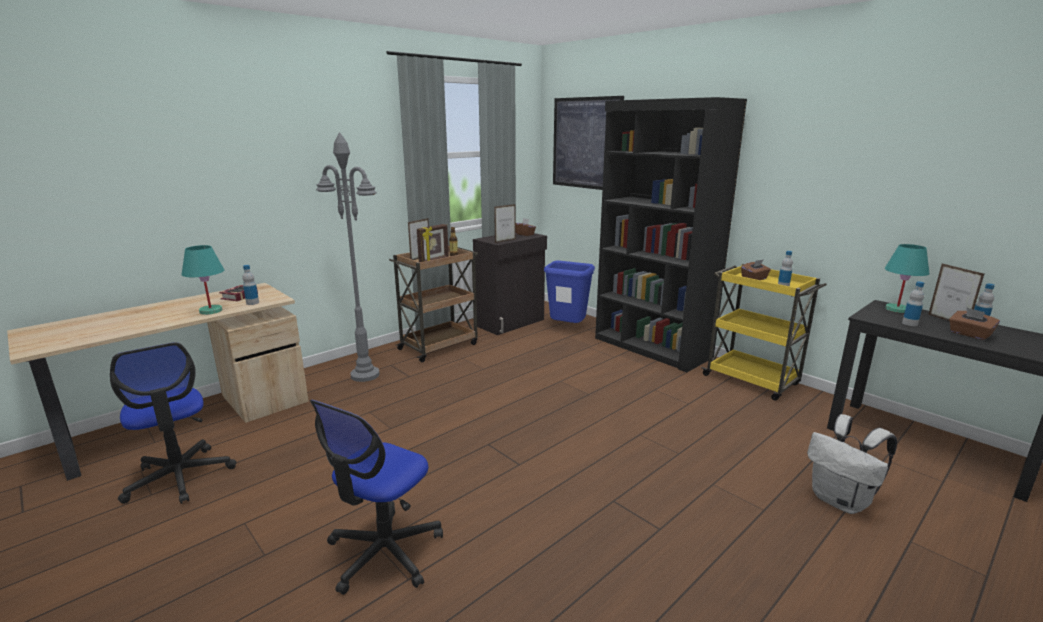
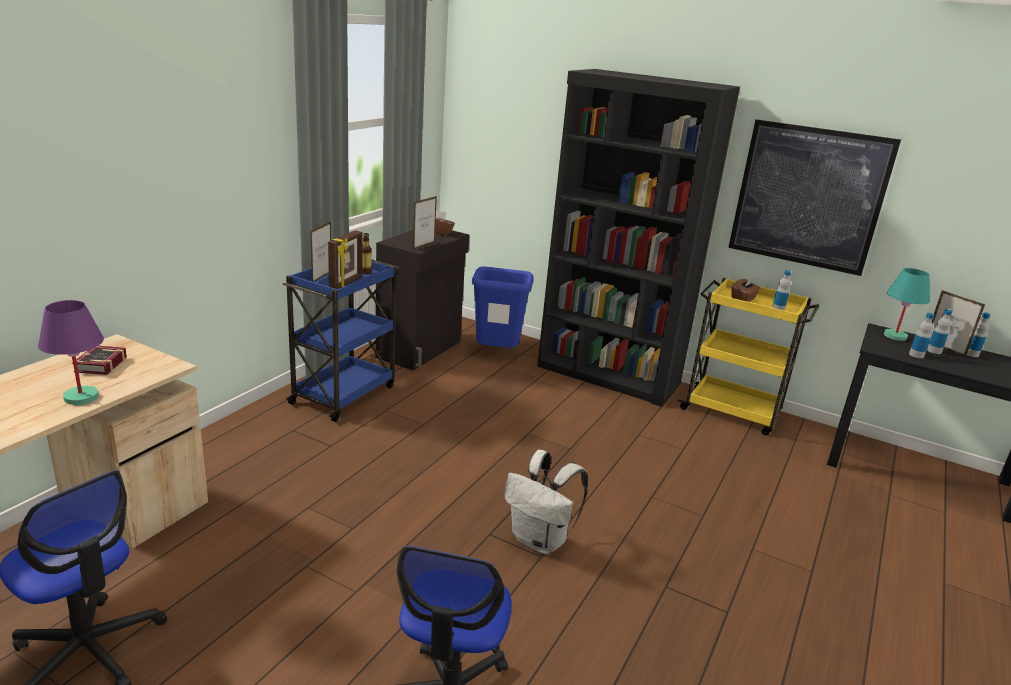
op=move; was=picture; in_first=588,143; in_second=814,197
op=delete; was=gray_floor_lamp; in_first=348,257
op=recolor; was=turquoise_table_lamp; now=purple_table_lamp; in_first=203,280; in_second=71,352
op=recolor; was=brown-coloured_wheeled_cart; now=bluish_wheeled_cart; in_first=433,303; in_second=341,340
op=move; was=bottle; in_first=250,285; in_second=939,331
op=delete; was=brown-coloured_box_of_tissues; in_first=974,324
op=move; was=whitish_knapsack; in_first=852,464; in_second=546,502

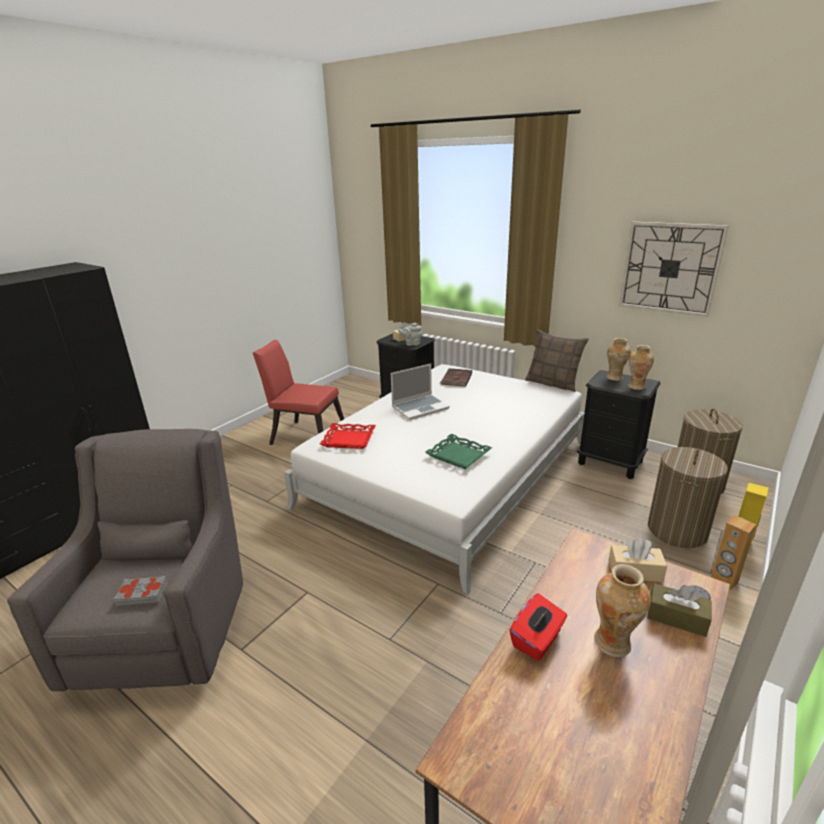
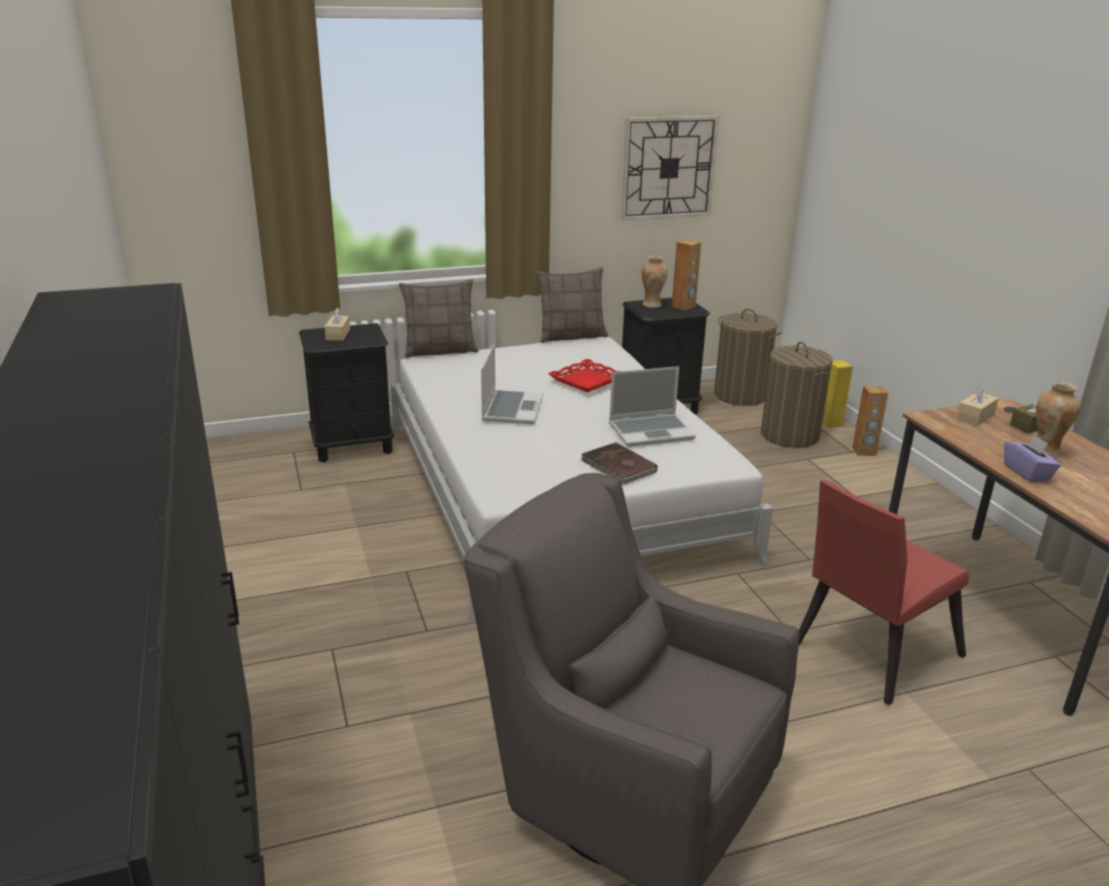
op=delete; was=gray_tea_pot; in_first=410,334
op=move; was=red_upright_chair; in_first=298,392; in_second=884,592
op=replace; was=decorative_vase; now=brown-coloured_loudspeaker; in_first=641,367; in_second=686,274
op=move; was=brown-coloured_volume; in_first=456,377; in_second=619,463
op=move; was=red_tray; in_first=348,436; in_second=584,375
op=replace; was=green_tray; now=notebook_computer; in_first=458,451; in_second=652,406
op=delete; was=gray_volume; in_first=141,591
op=recolor; was=red_box_of_tissues; now=purple_box_of_tissues; in_first=538,627; in_second=1032,459
op=insert; now=pillow; in_second=439,318

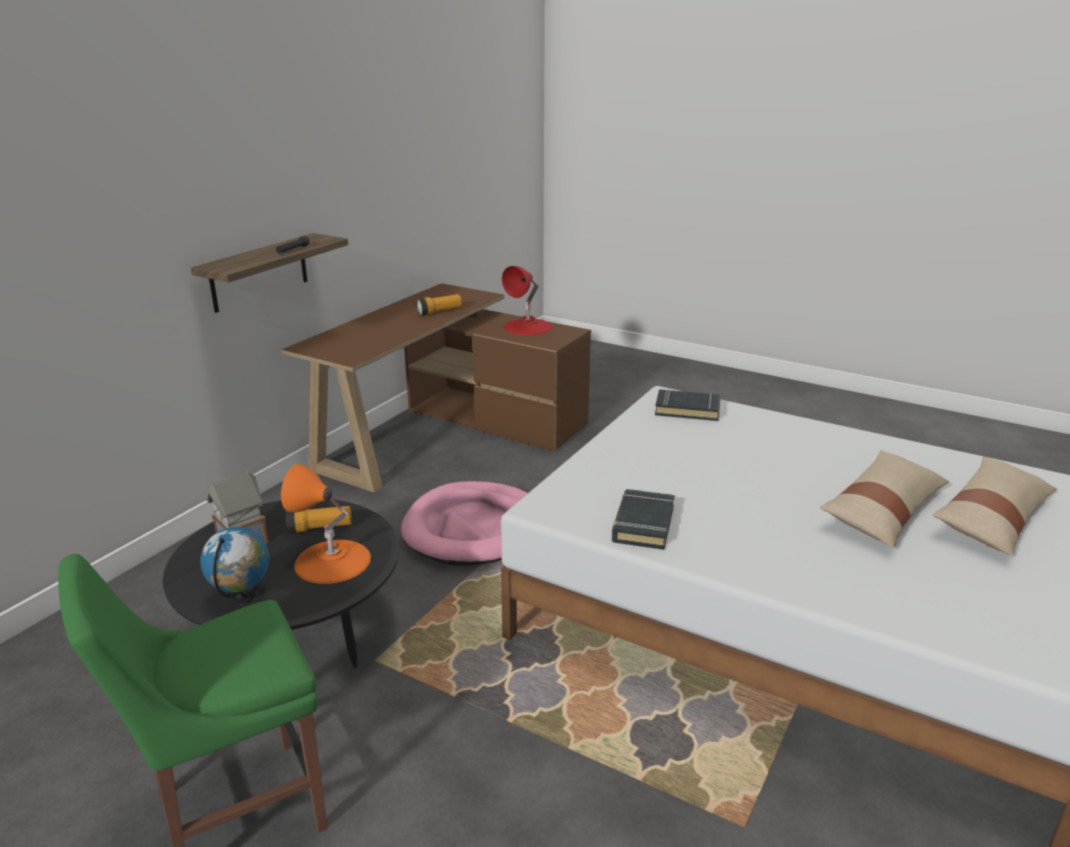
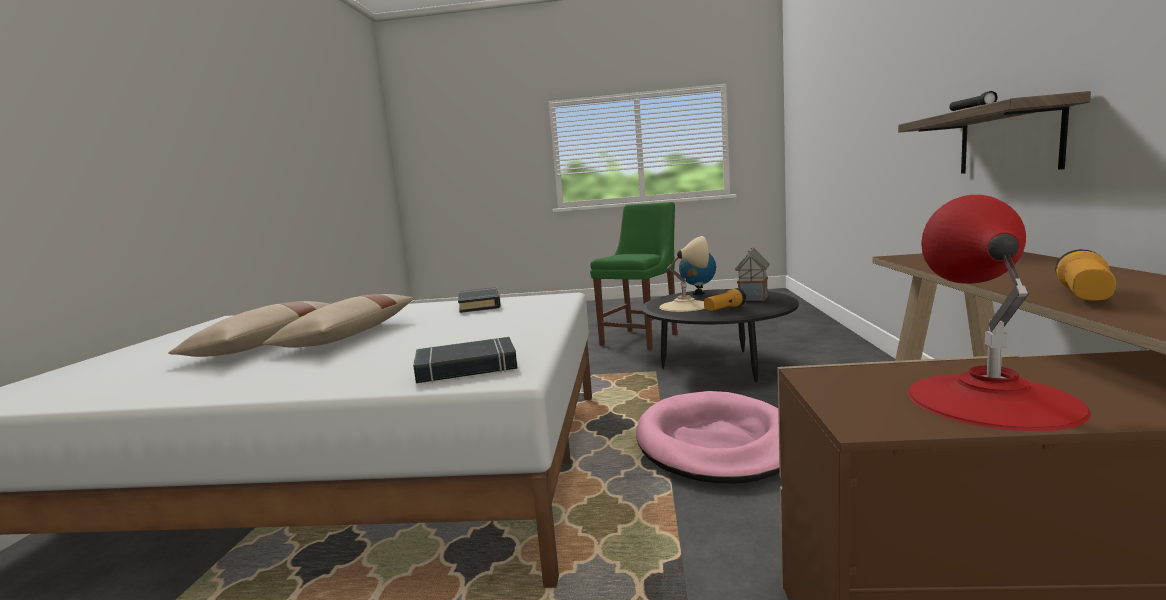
op=move; was=beige_pillow; in_first=994,506; in_second=338,321
op=recolor; was=orange_table_lamp; now=beige_table_lamp; in_first=326,524; in_second=684,274

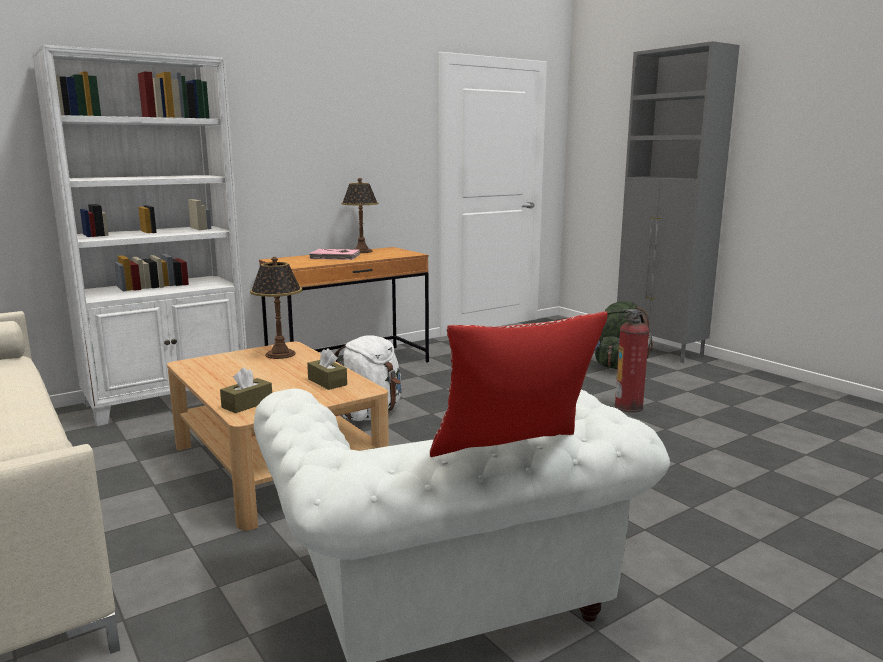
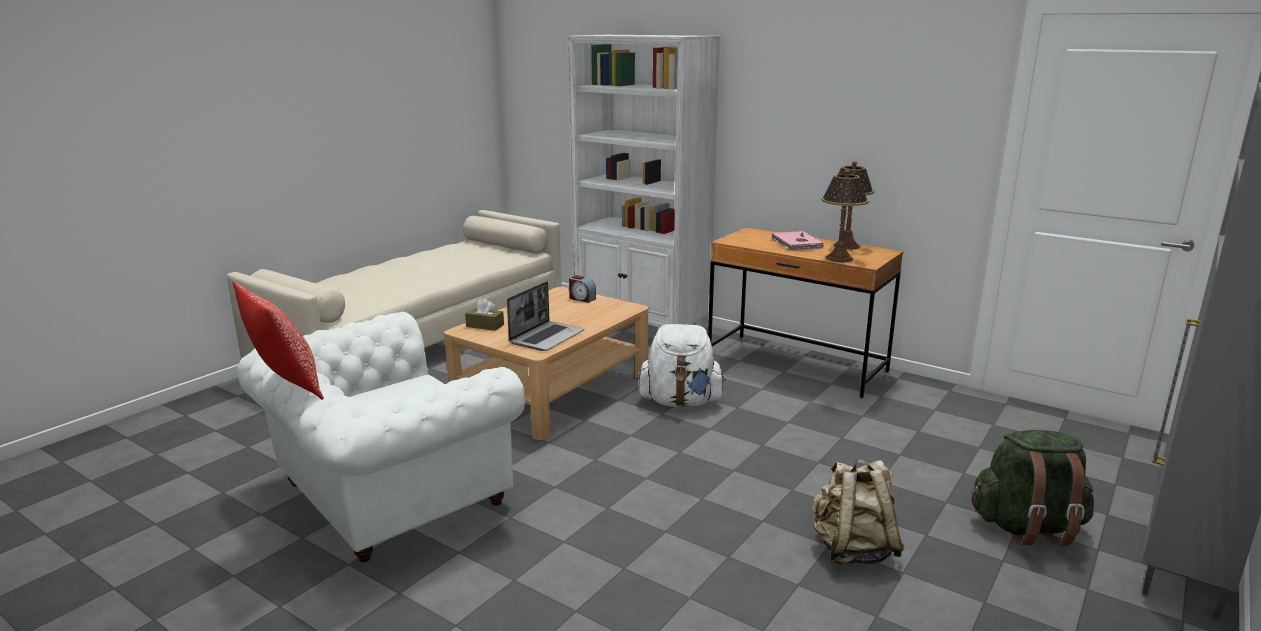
op=move; was=table_lamp; in_first=276,308; in_second=845,215
op=replace; was=fire_extinguisher; now=beige_knapsack; in_first=632,361; in_second=858,512
op=replace; was=brown-coloured_box_of_tissues; now=notebook_computer; in_first=327,369; in_second=546,316
op=insert; now=table_clock; in_second=582,289

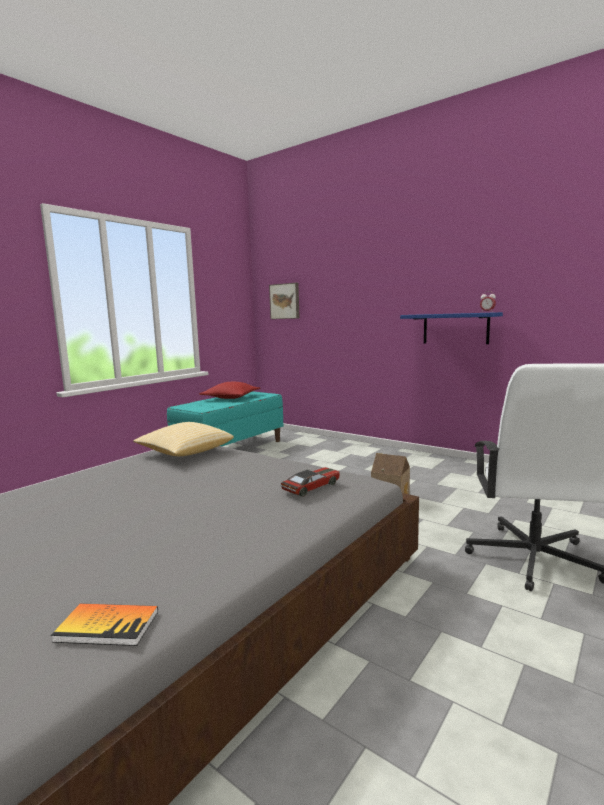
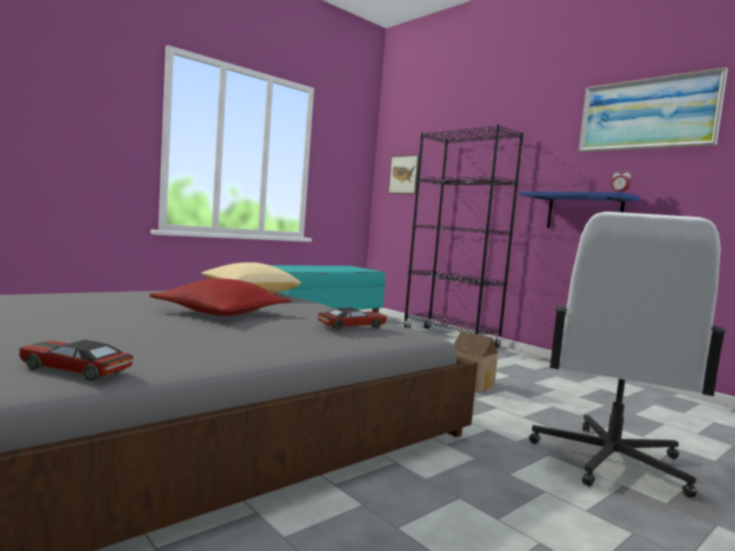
op=move; was=red_pillow; in_first=229,390; in_second=220,297
op=replace; was=volume; now=model_car; in_first=104,625; in_second=76,360
op=insert; now=picture; in_second=653,109
op=insert; now=black-coloured_bookcase; in_second=463,236

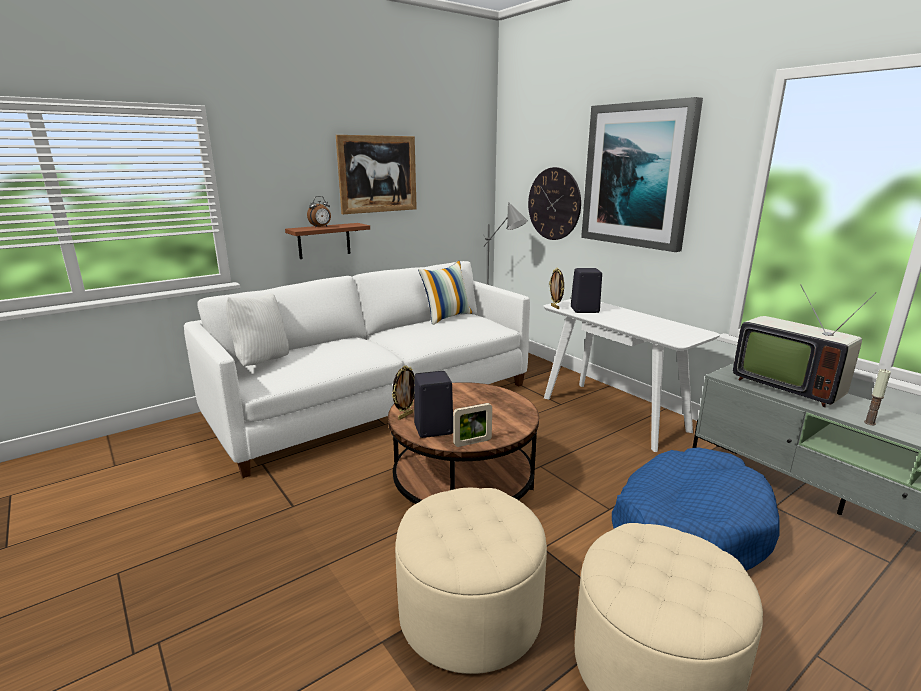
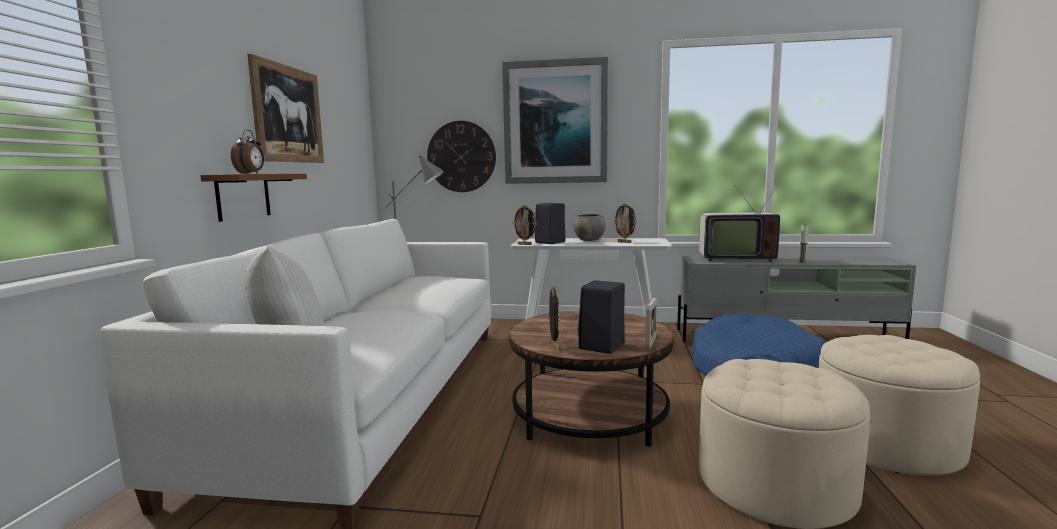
op=delete; was=pillow; in_first=445,293
op=insert; now=photo_frame; in_second=625,223
op=insert; now=gray_deep_dish; in_second=589,227

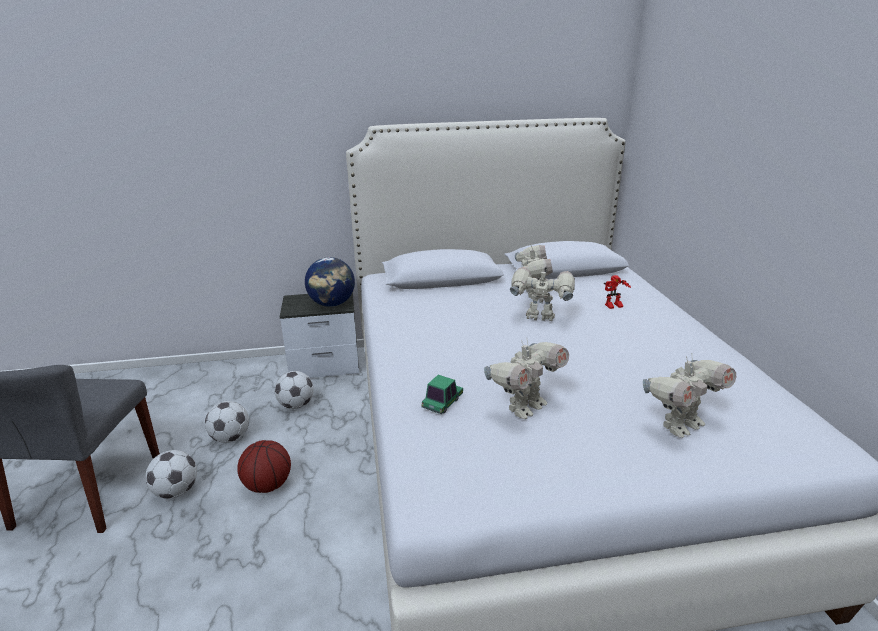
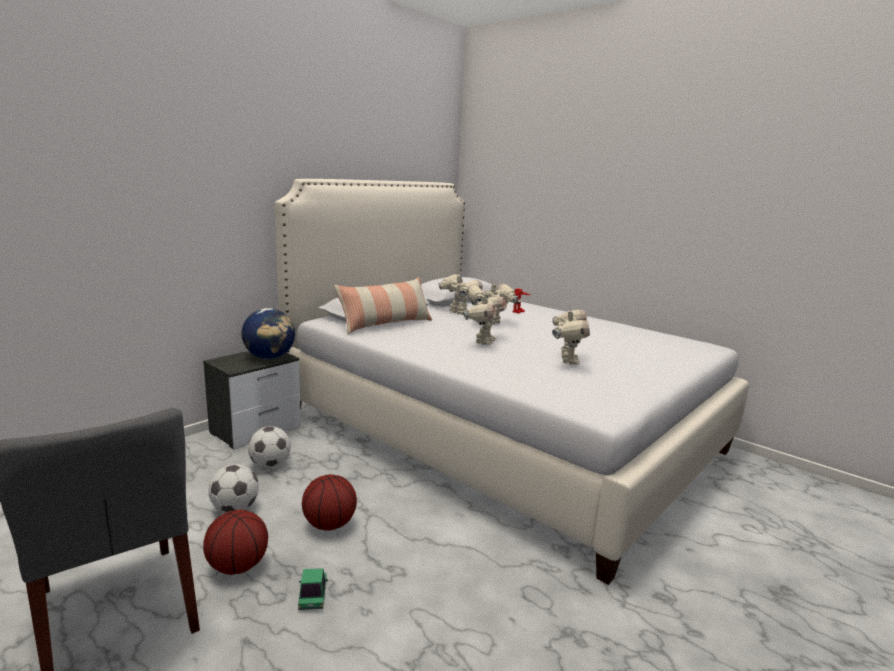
op=move; was=robot_figure; in_first=689,397; in_second=485,318
op=move; was=model_car; in_first=442,394; in_second=313,589
op=replace; was=football; now=basketball_ball; in_first=171,474; in_second=235,542
op=insert; now=pillow; in_second=383,305

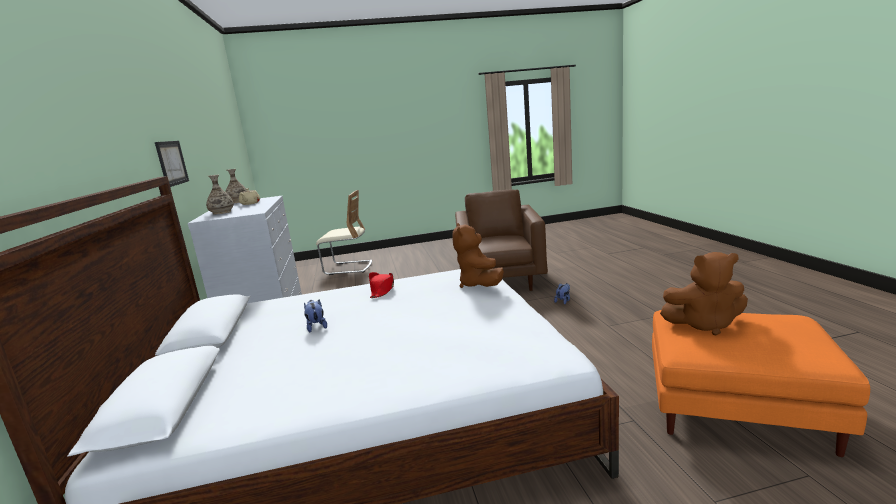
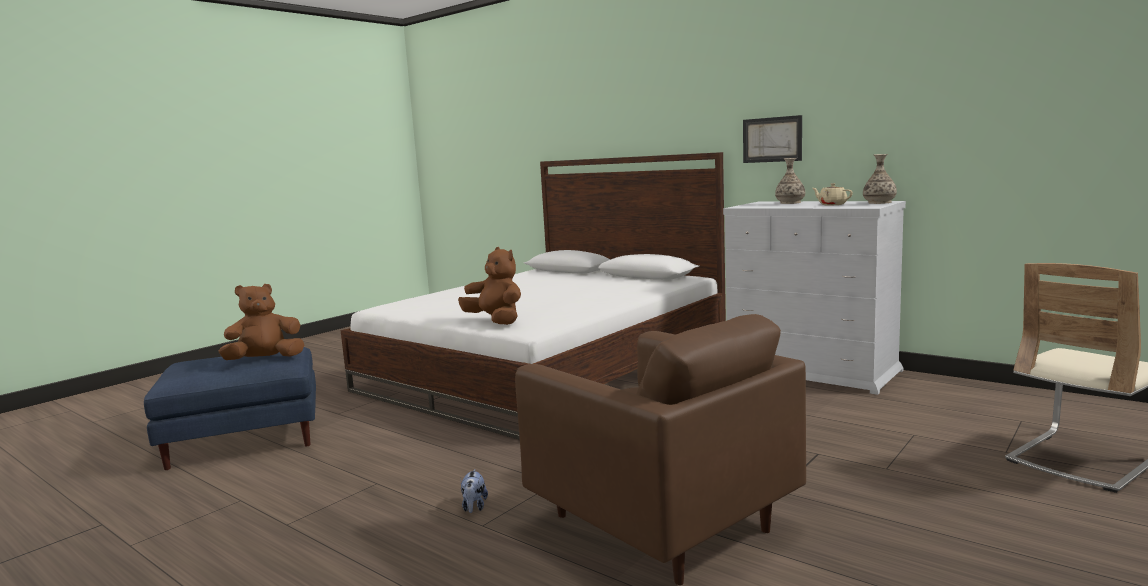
op=delete; was=red_hat; in_first=381,285
op=delete; was=soft_toy; in_first=315,316
op=recolor; was=orange_footrest; now=bluish_footrest; in_first=761,383; in_second=230,408

